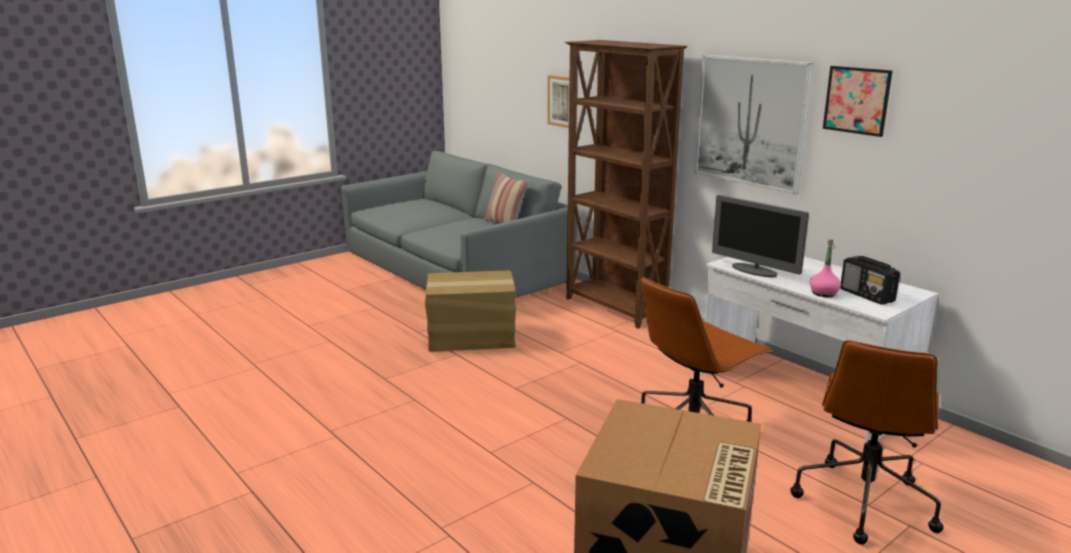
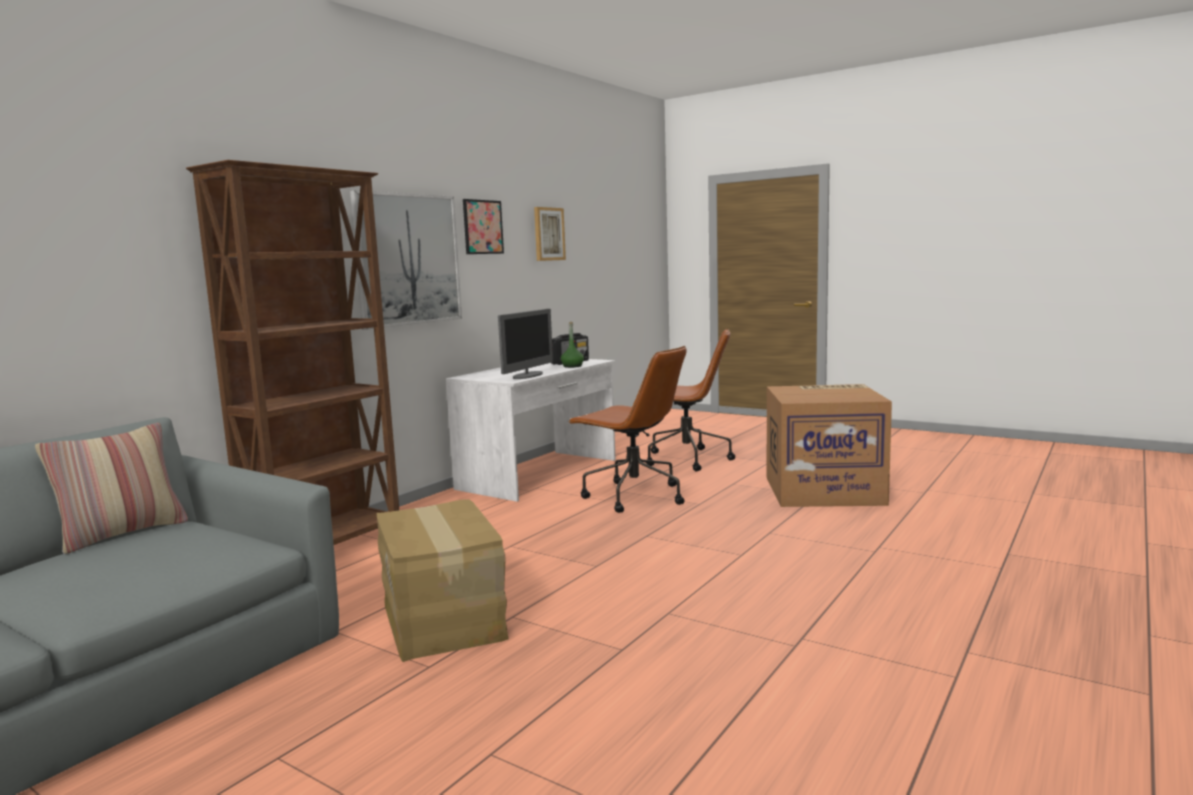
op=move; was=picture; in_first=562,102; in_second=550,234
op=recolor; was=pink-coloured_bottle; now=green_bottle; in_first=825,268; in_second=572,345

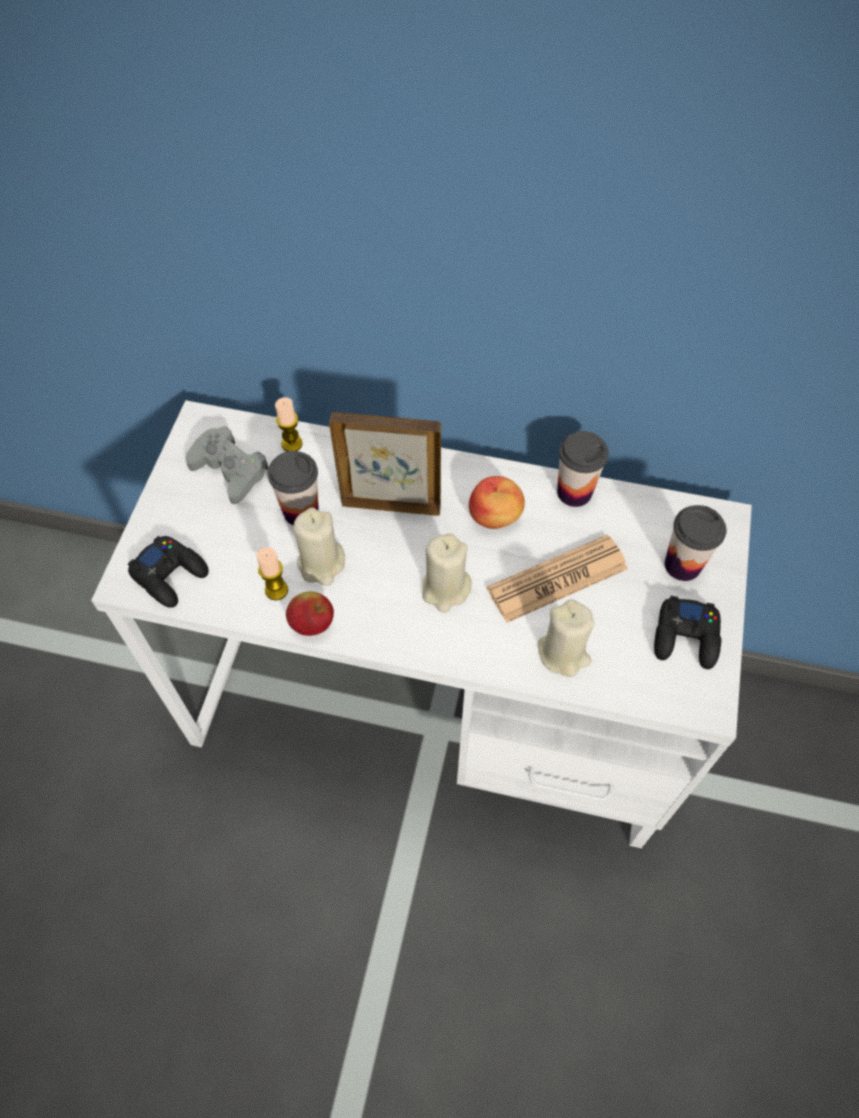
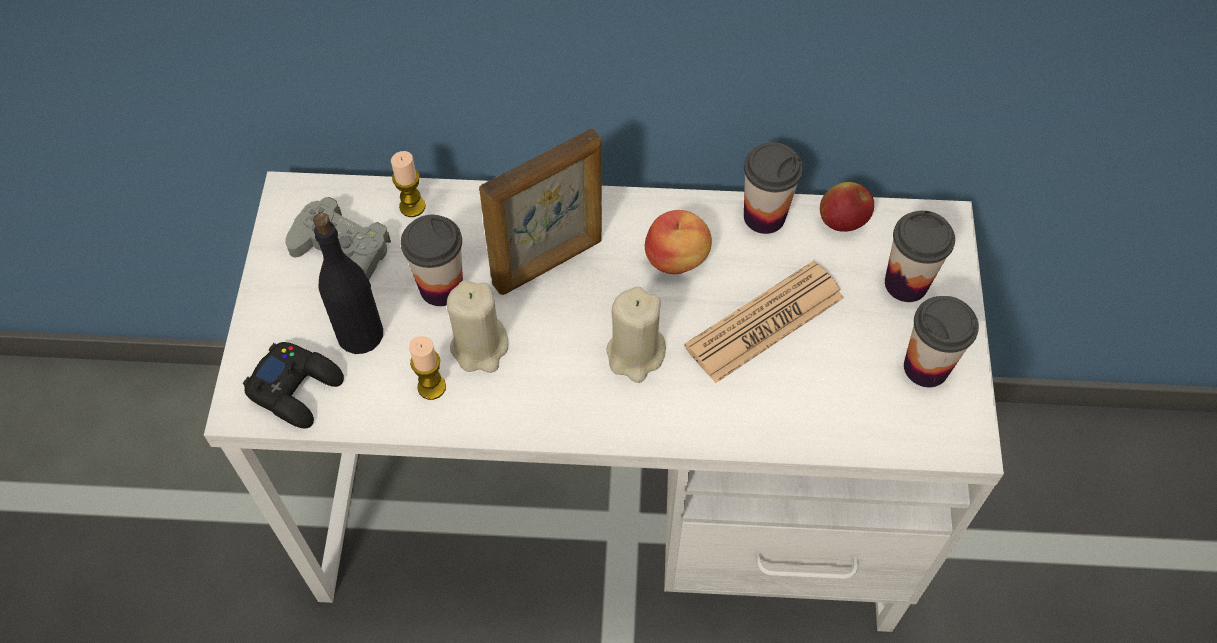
op=rotate; was=photo_frame; in_first=385,464; in_second=540,211; clockwise=150
op=move; was=whole_apple; in_first=310,613; in_second=847,207
op=replace; was=black-coloured_joypad; now=cup; in_first=687,632; in_second=941,341
op=delete; was=beige_wax_light; in_first=566,638
op=insert; now=black-coloured_bottle; in_second=348,283

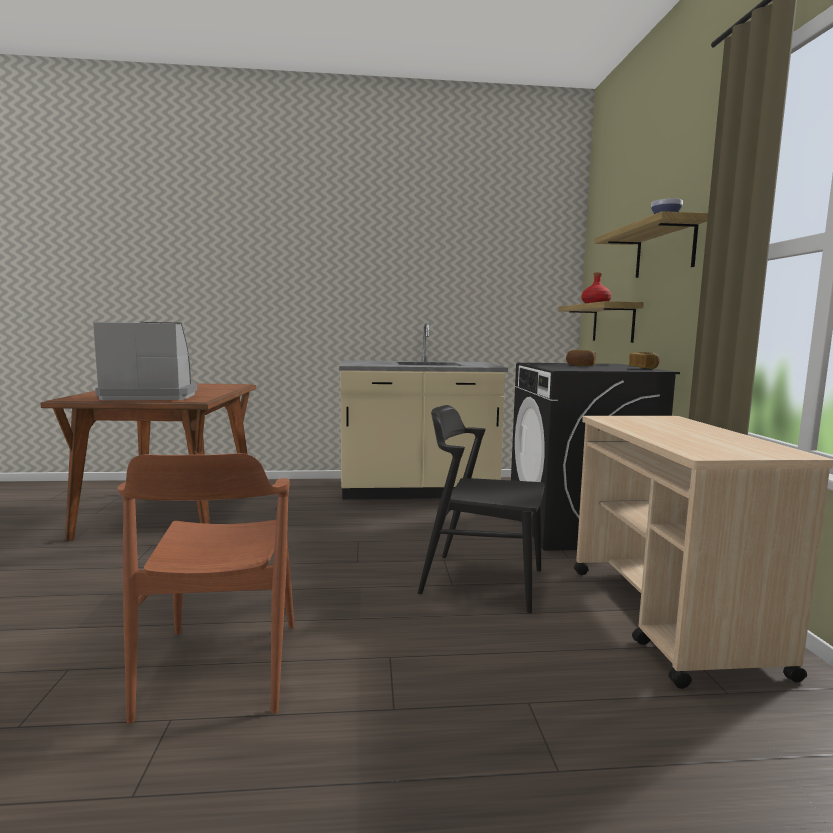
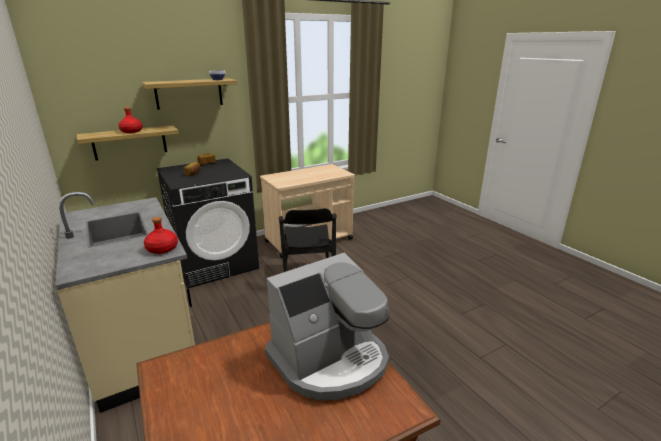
op=rotate; was=coffee_maker; in_first=145,361; in_second=327,326; clockwise=-90
op=delete; was=brown-coloured_upright_chair; in_first=206,588
op=insert; now=red_bottle; in_second=161,235

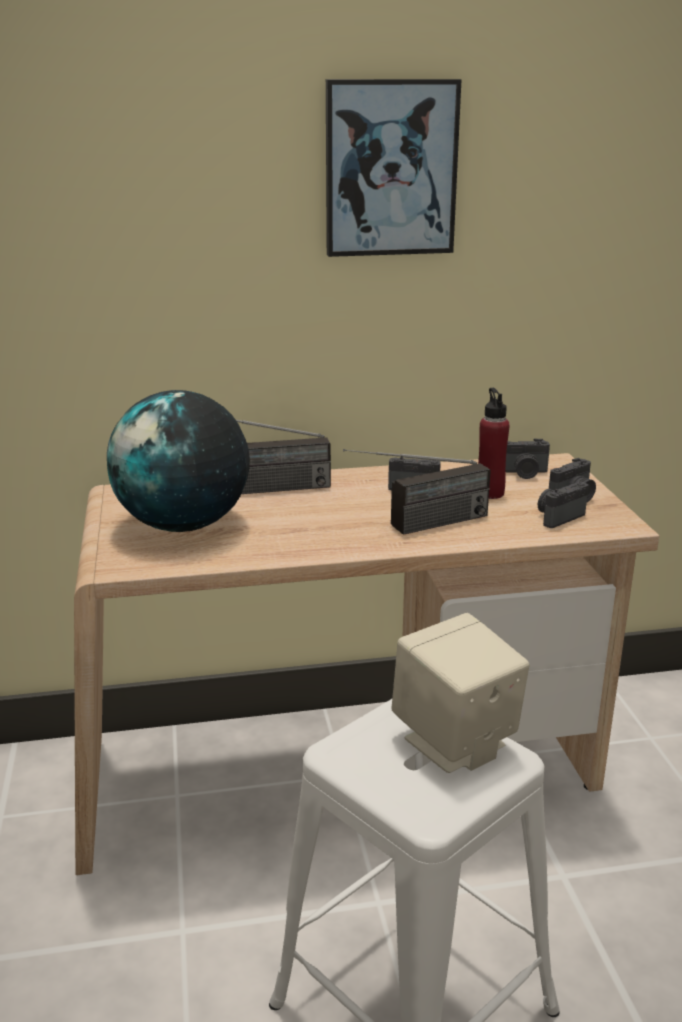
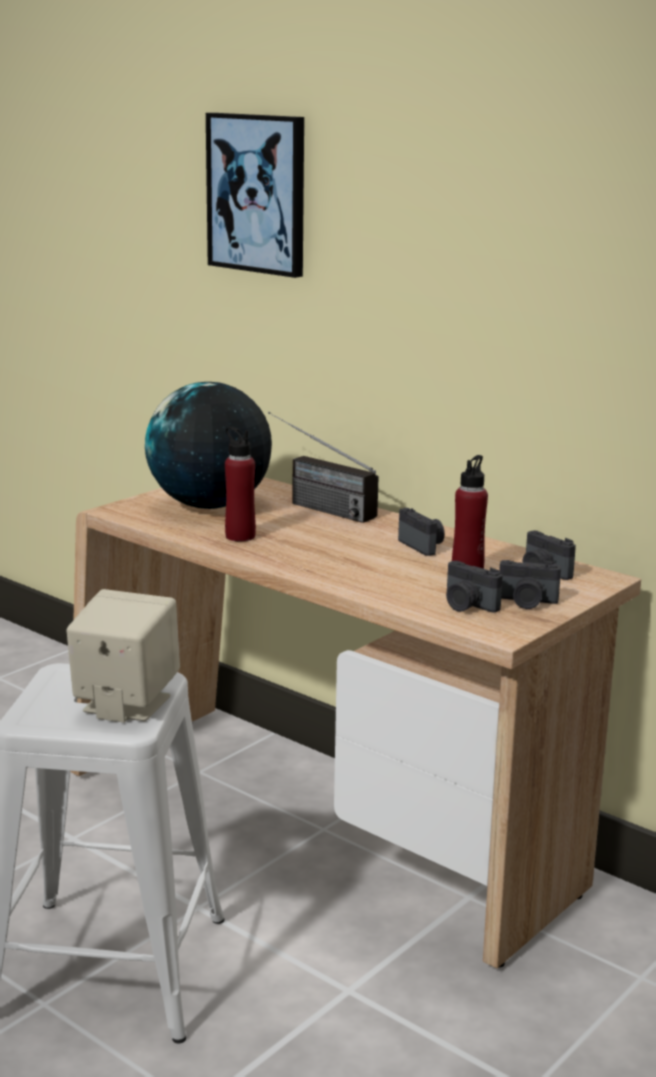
op=move; was=picture; in_first=394,168; in_second=255,195
op=delete; was=radio; in_first=417,492
op=rotate; was=photo_camera; in_first=563,505; in_second=474,586; clockwise=-150
op=insert; now=red_bottle; in_second=240,484

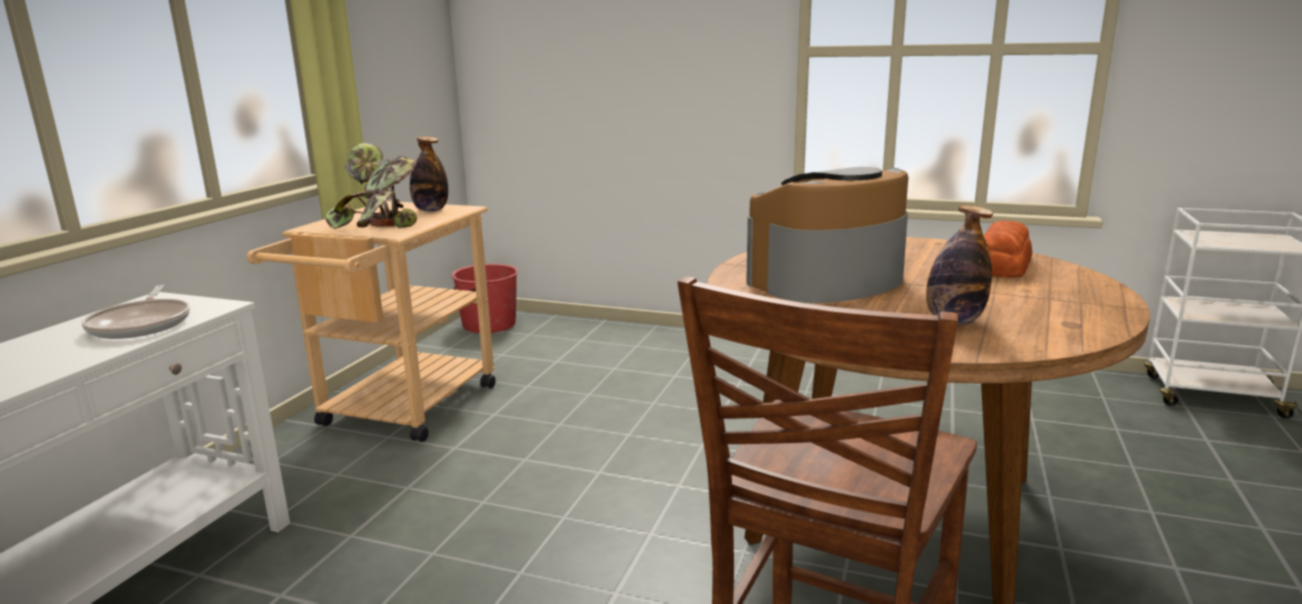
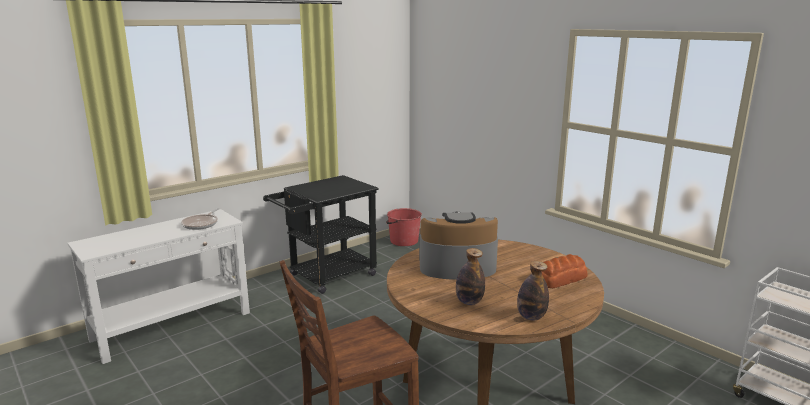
op=move; was=bottle; in_first=429,173; in_second=533,291
op=delete; was=plant_in_a_pot; in_first=370,186
op=recolor; was=beige_wheeled_cart; now=black-coloured_wheeled_cart; in_first=371,321; in_second=321,234

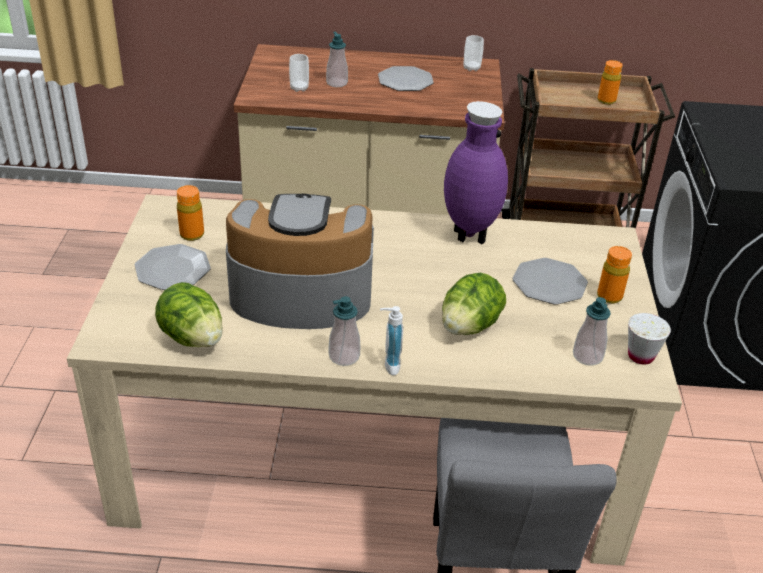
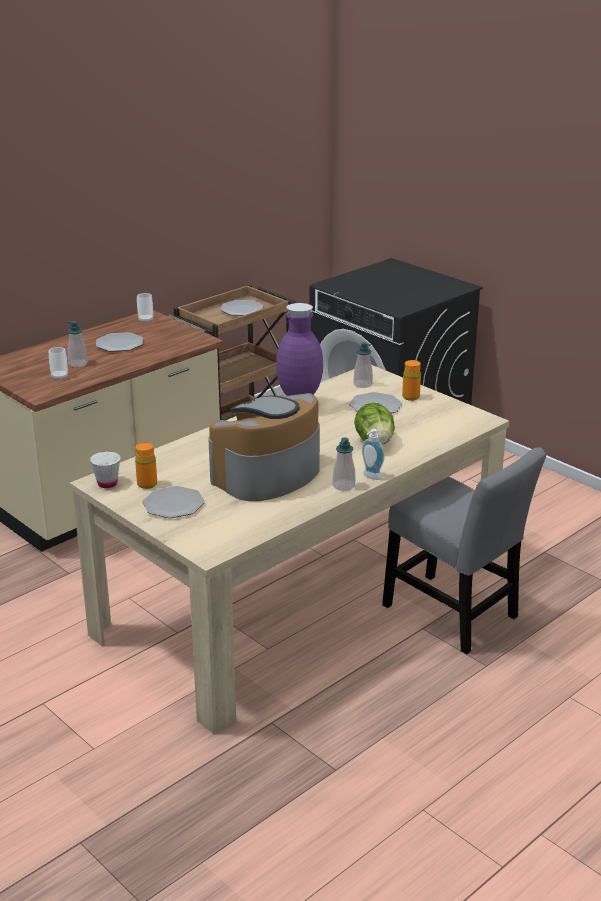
op=replace; was=orange_bottle; now=plate; in_first=610,82; in_second=241,308
op=delete; was=lettuce; in_first=189,314
op=move; was=soap_bottle; in_first=592,331; in_second=363,365
op=move; was=whitish_cup; in_first=649,339; in_second=105,469

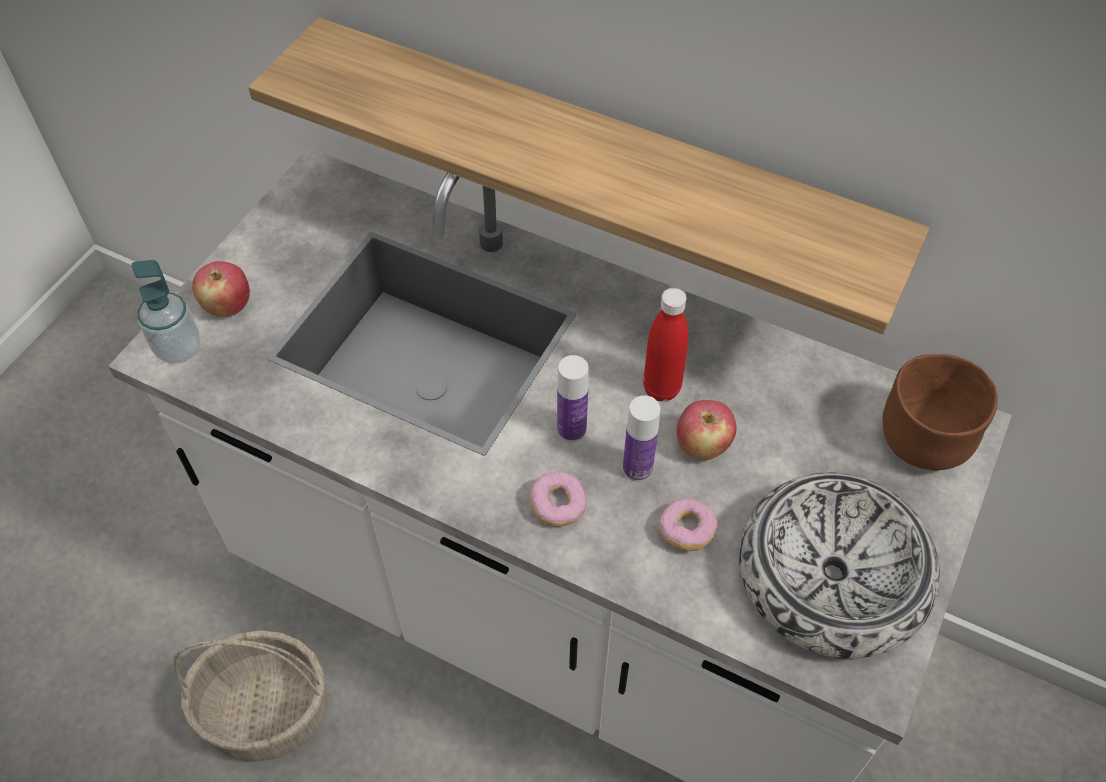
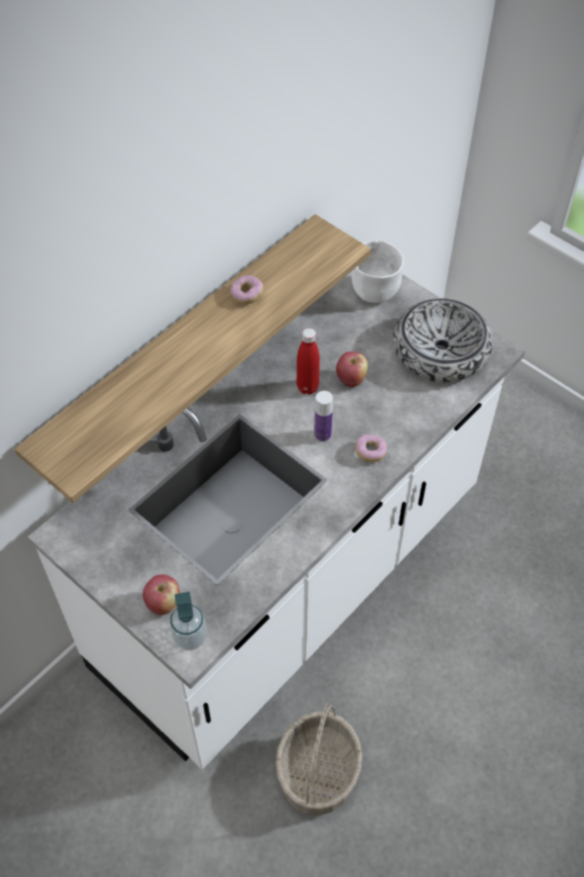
op=recolor; was=brown-coloured_deep_dish; now=whitish_deep_dish; in_first=940,412; in_second=377,271
op=delete; was=bottle; in_first=641,438
op=move; was=ring_doughnut; in_first=688,524; in_second=247,289

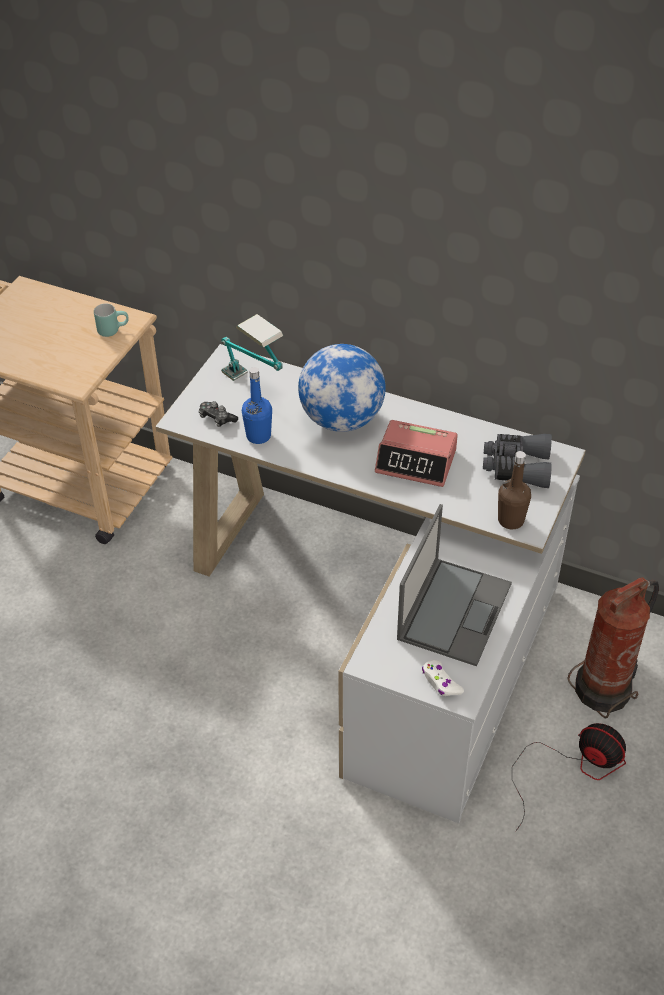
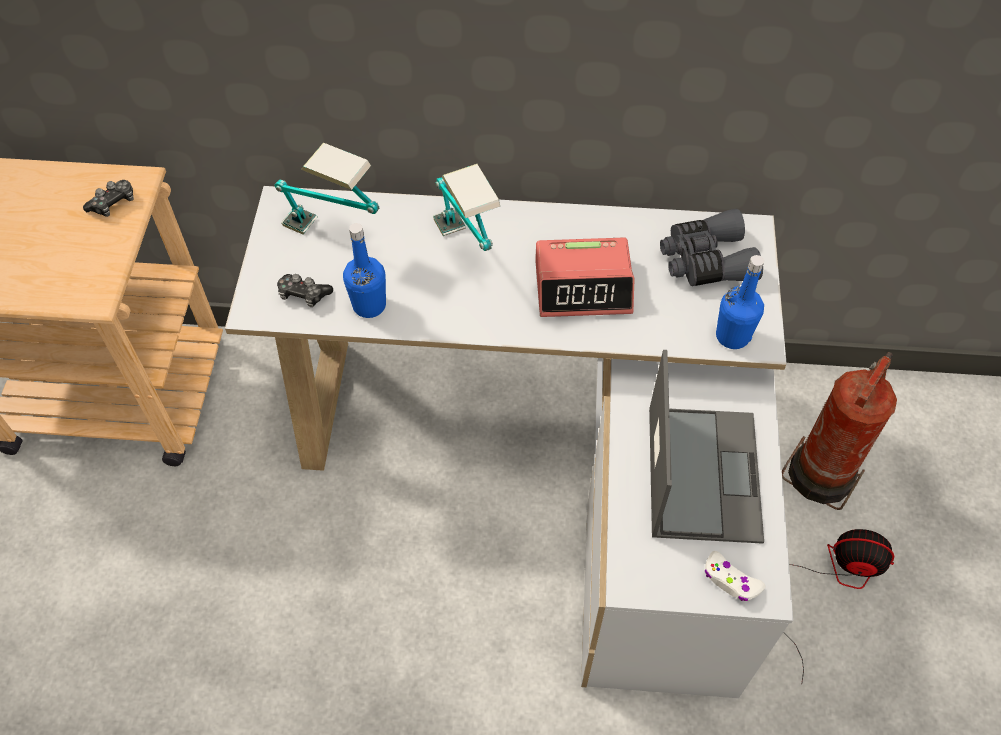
op=replace; was=turquoise_coffee_mug; now=joypad; in_first=111,320; in_second=108,198
op=replace; was=world_globe; now=table_lamp; in_first=342,388; in_second=466,207
op=recolor; was=brown-coloured_bottle; now=bluish_bottle; in_first=514,490; in_second=740,302

